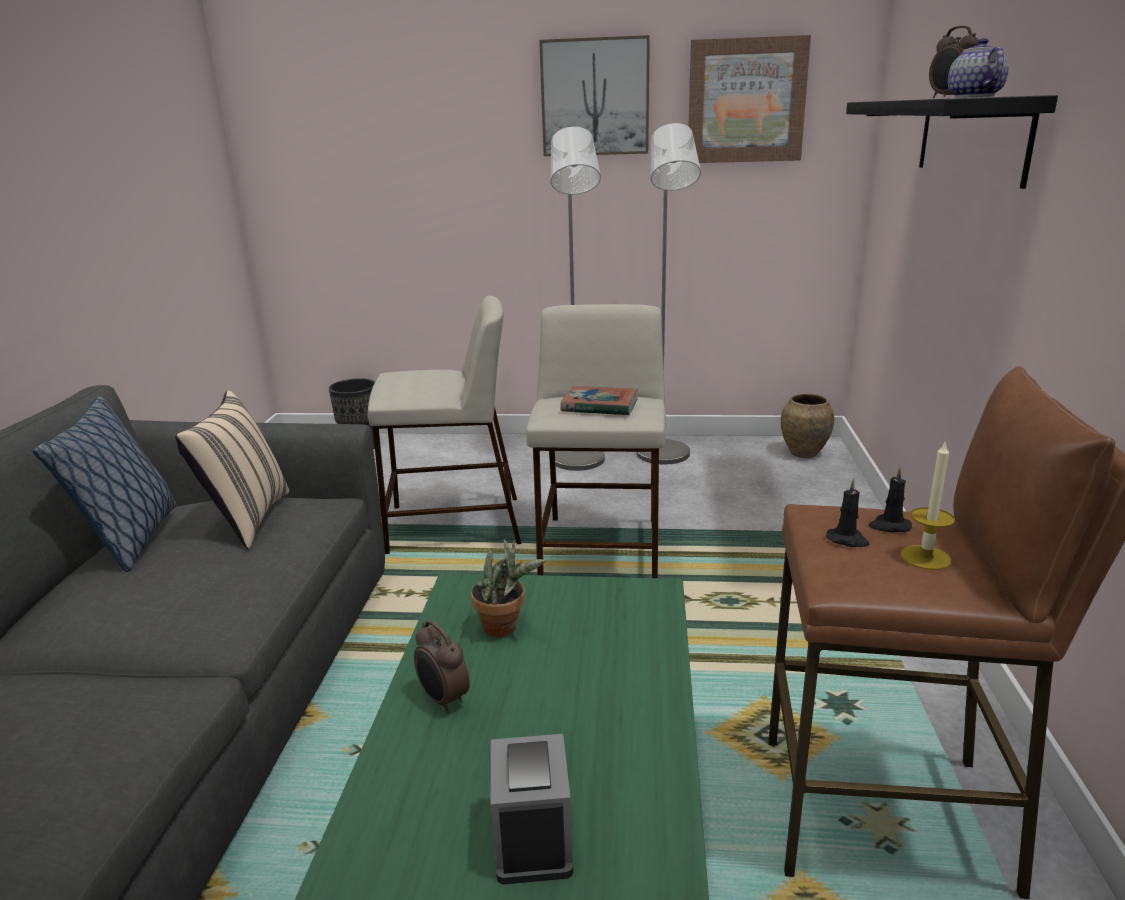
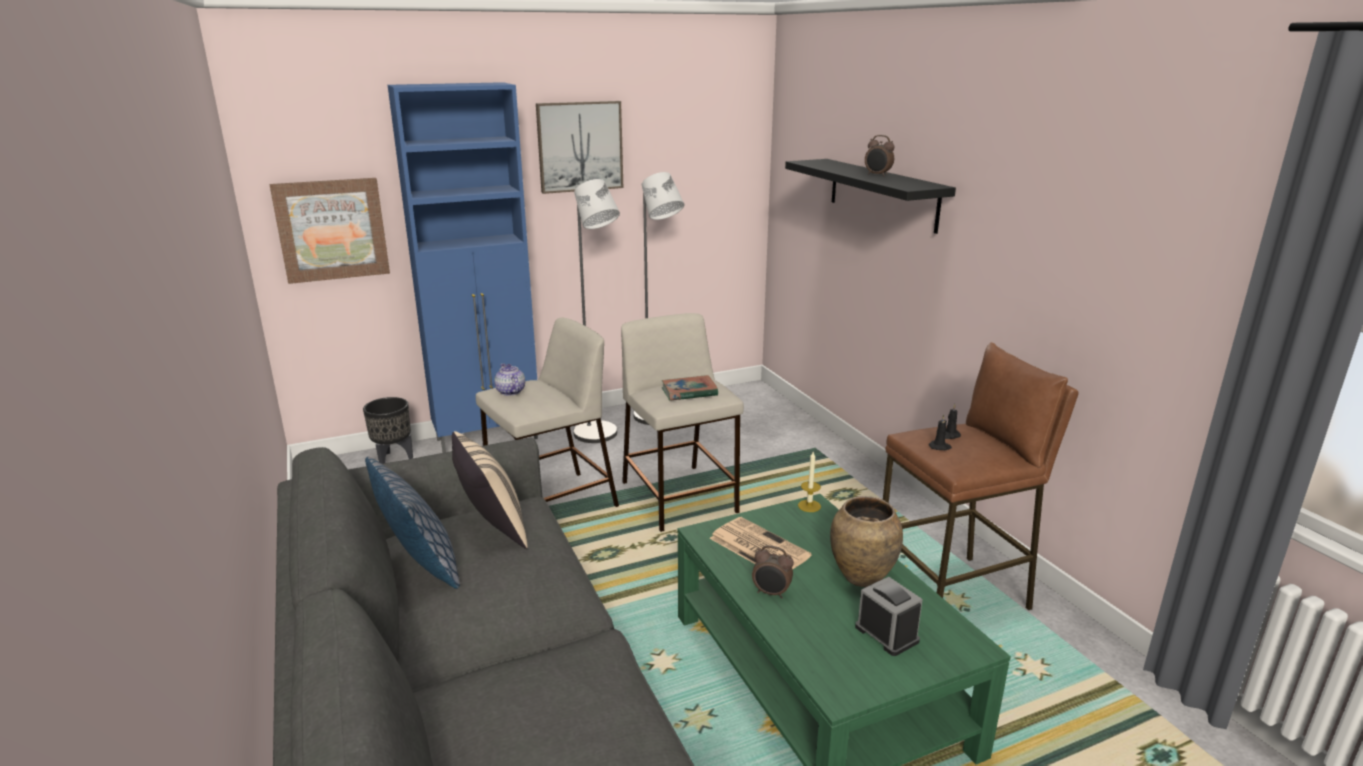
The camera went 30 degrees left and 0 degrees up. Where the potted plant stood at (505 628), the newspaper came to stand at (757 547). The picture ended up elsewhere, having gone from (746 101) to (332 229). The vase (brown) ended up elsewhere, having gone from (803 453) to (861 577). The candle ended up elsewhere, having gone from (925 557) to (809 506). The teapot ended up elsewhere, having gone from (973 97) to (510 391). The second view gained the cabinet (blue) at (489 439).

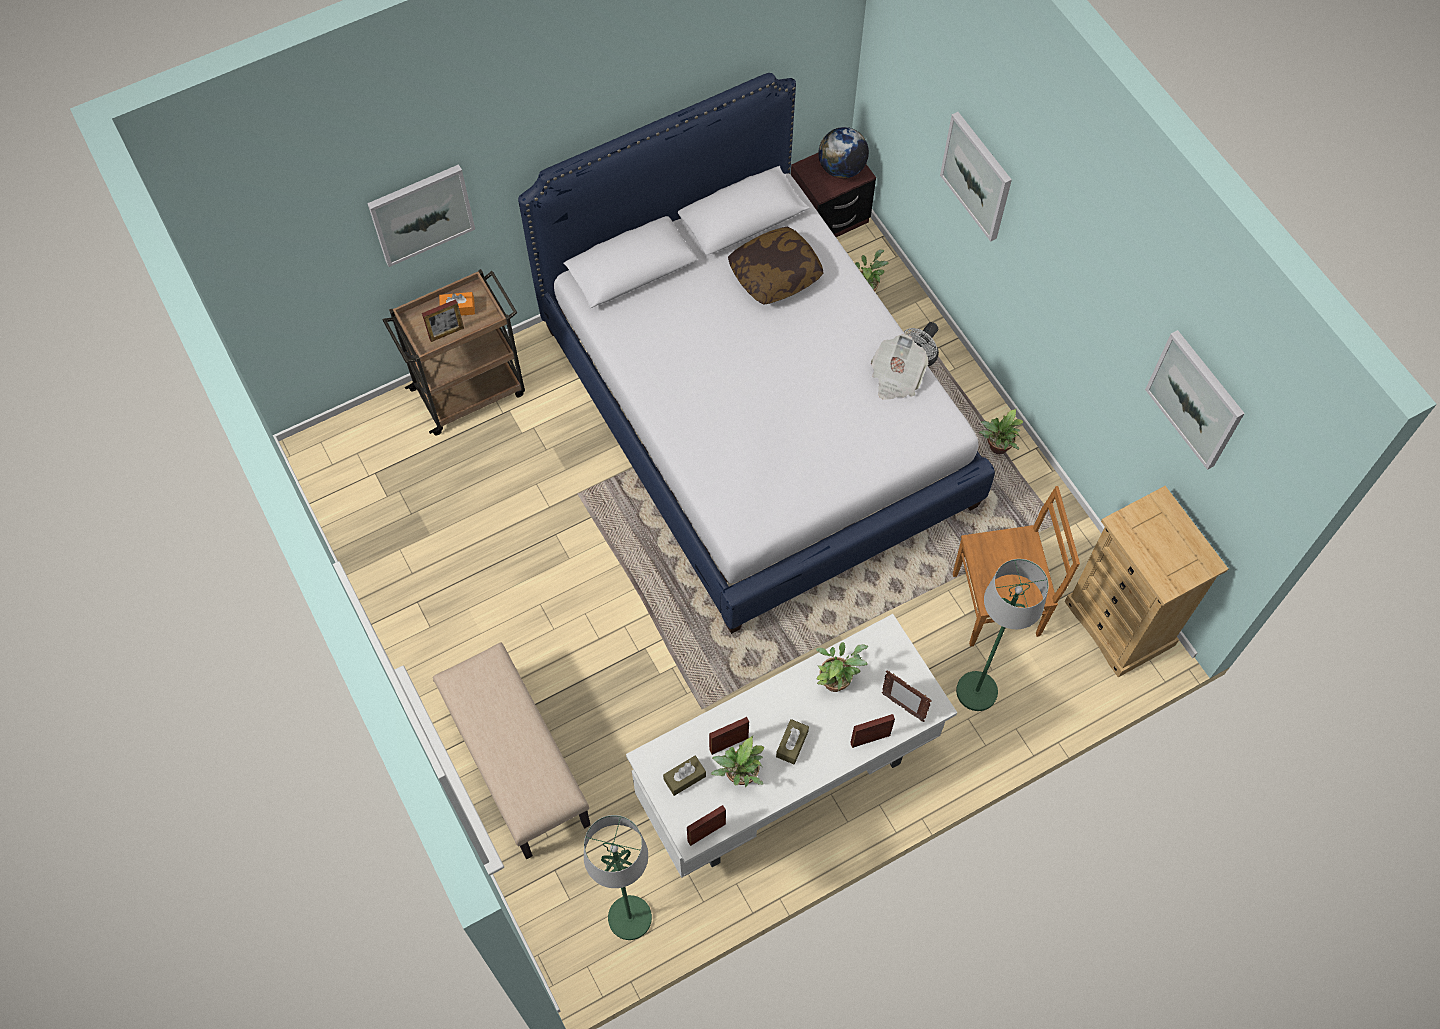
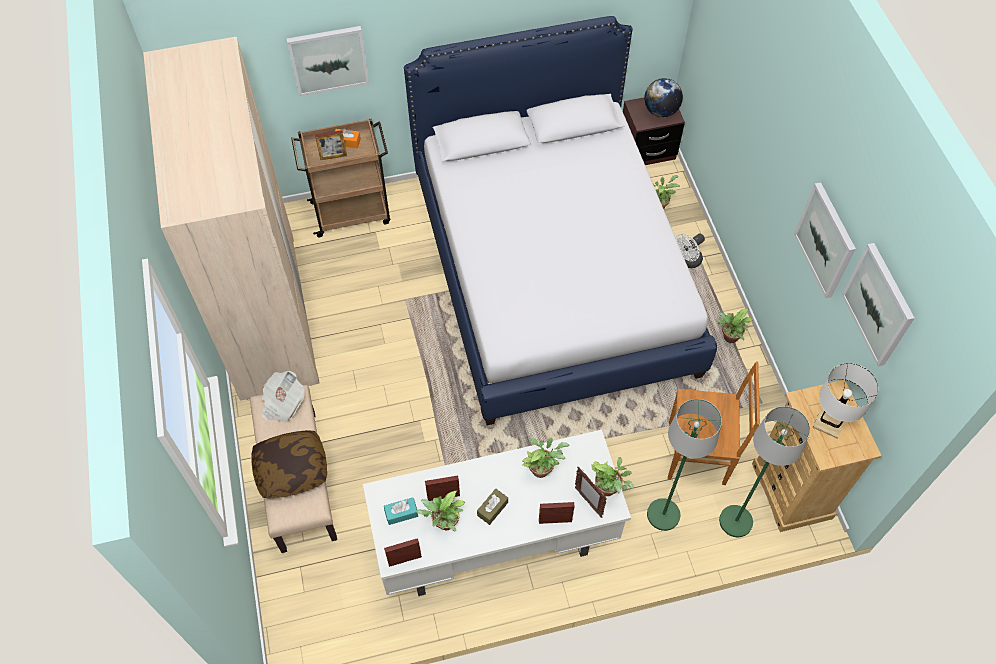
The camera went 15 degrees right and 5 degrees down. The floor lamp (green) ended up elsewhere, having gone from (630 917) to (736 521). What was the tissue box (brown) at (684 778) turned into the tissue box (turquoise) at (401 513). The pillow ended up elsewhere, having gone from (775 274) to (291 469). The newspaper ended up elsewhere, having gone from (896 377) to (282 403). The picture ended up elsewhere, having gone from (977 176) to (826 240). The second view gained the wardrobe (beige) at (267 313). The second view gained the potted plant at (609 489). The second view gained the table lamp (white) at (828 425).

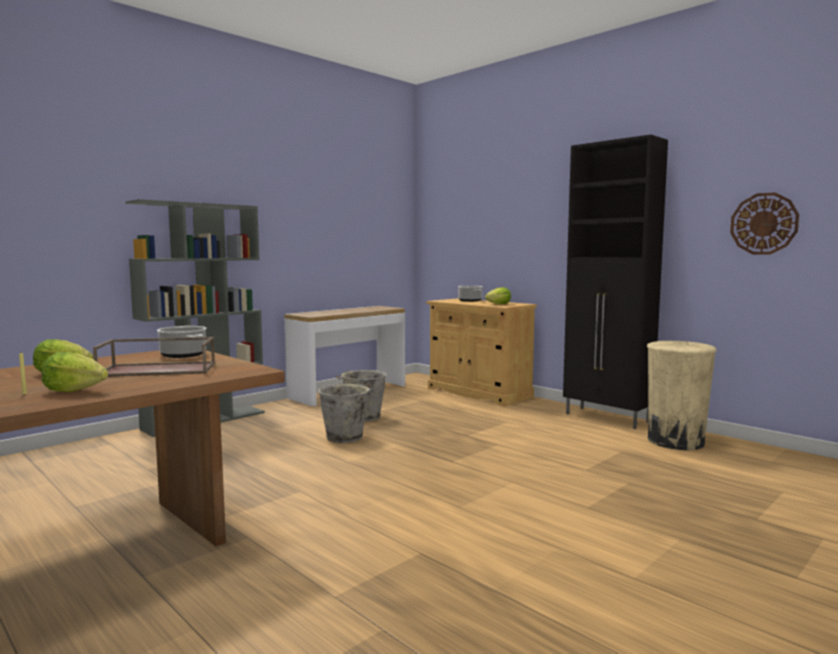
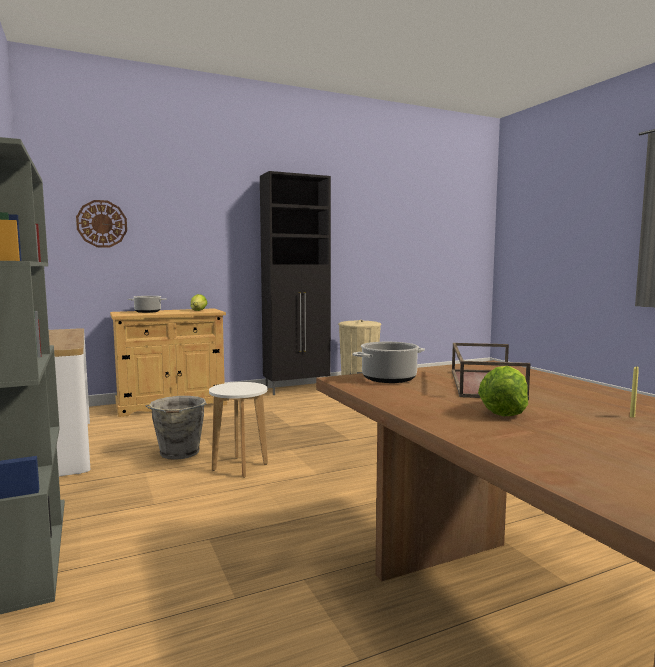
The camera went 70 degrees left and 0 degrees up. The second view lost the lettuce at (74 391). Where the bucket (grey) stood at (346 437), the stool (white) came to stand at (240 467). The wall clock ended up elsewhere, having gone from (763 223) to (102 224).

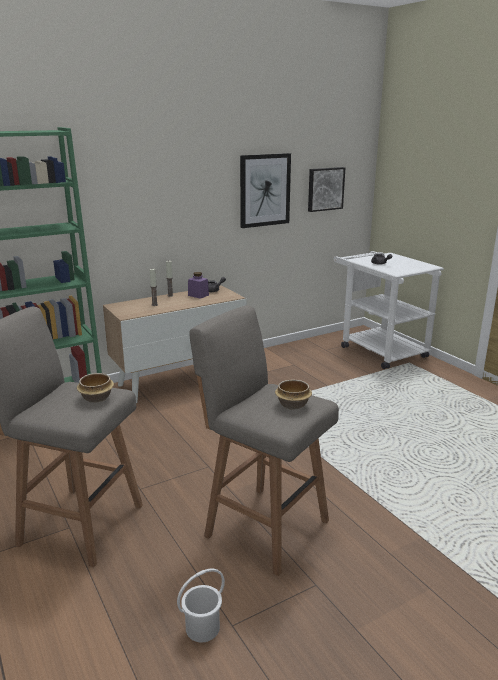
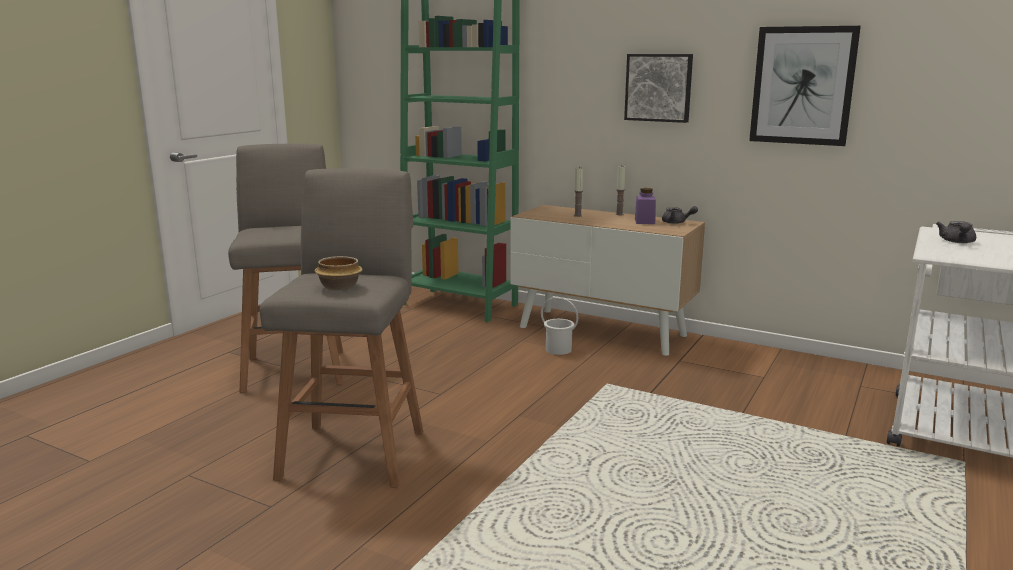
The camera went 60 degrees right and 5 degrees down. The second view lost the bowl at (97 398). The bucket (white) ended up elsewhere, having gone from (203 628) to (558 350). The picture ended up elsewhere, having gone from (325 189) to (659 87).

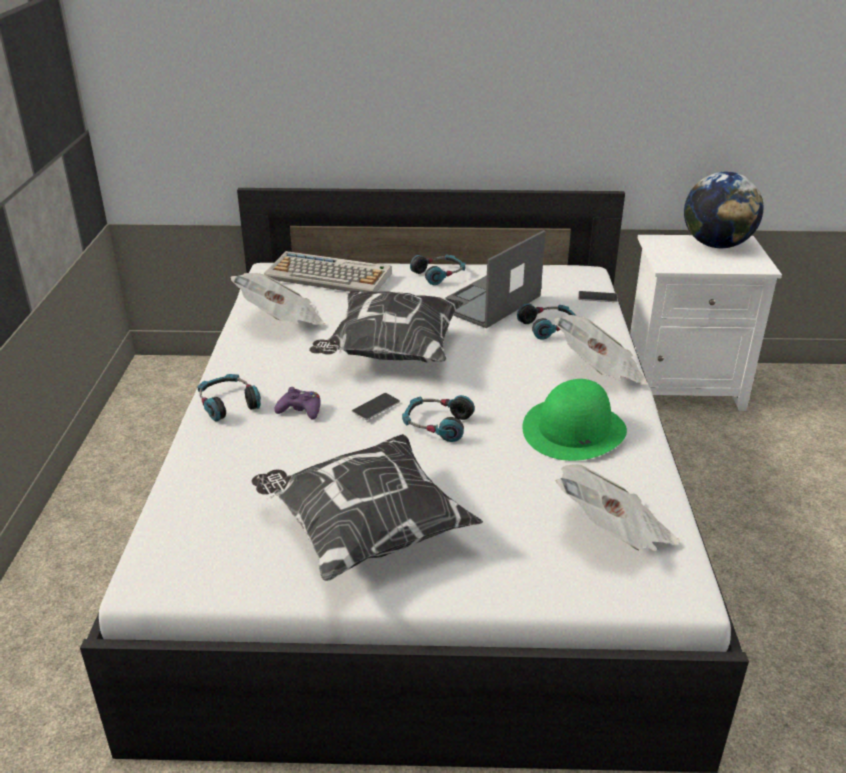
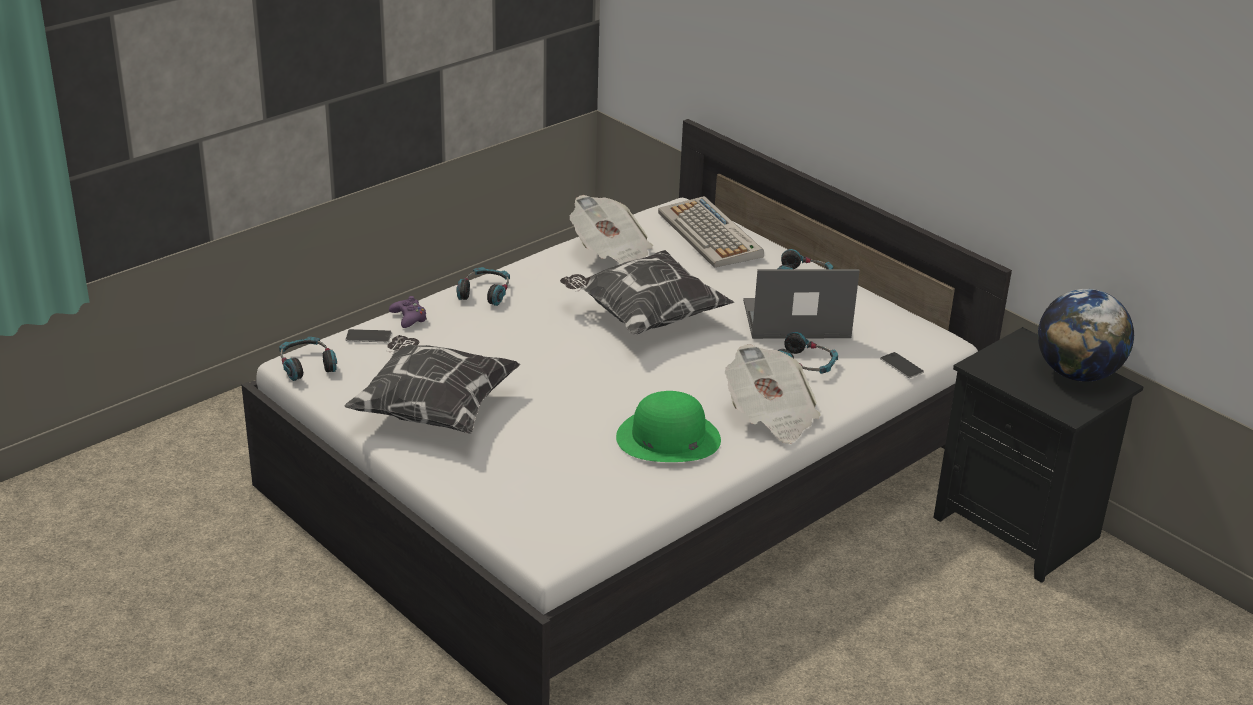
The camera went 45 degrees right and 0 degrees up. The game controller (purple) ended up elsewhere, having gone from (300 410) to (409 318). The phone ended up elsewhere, having gone from (376 406) to (368 336). The headphones ended up elsewhere, having gone from (437 424) to (307 365). The second view lost the newspaper at (614 534). What was the nightstand (white) at (683 386) turned into the nightstand (black) at (1021 529).

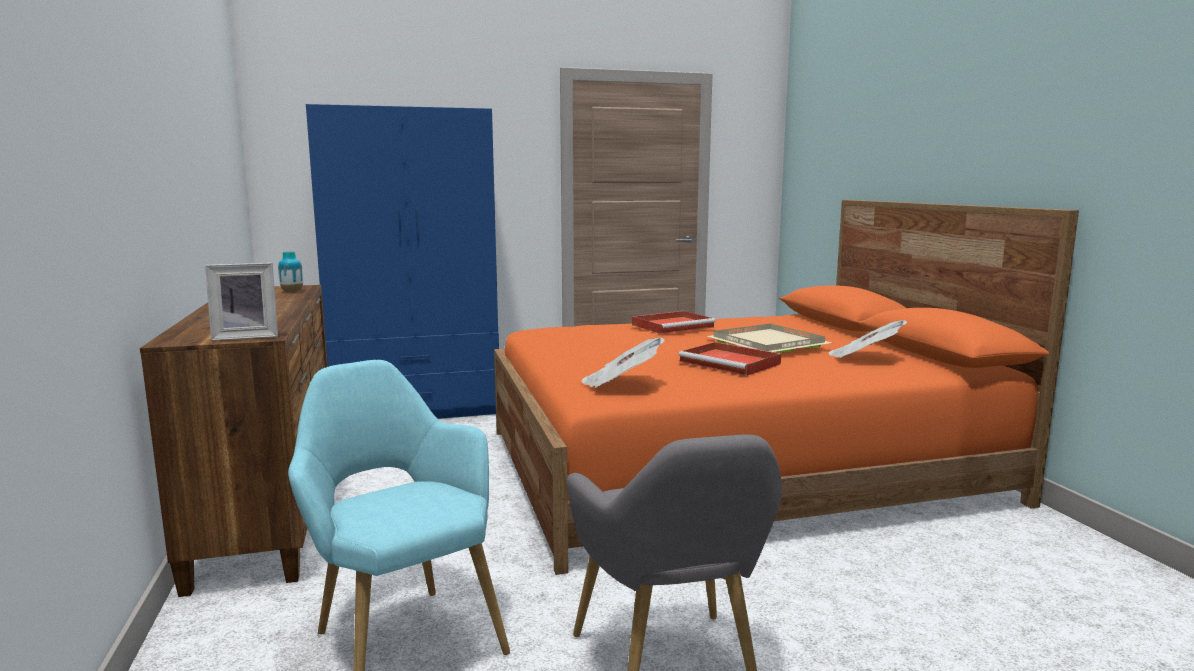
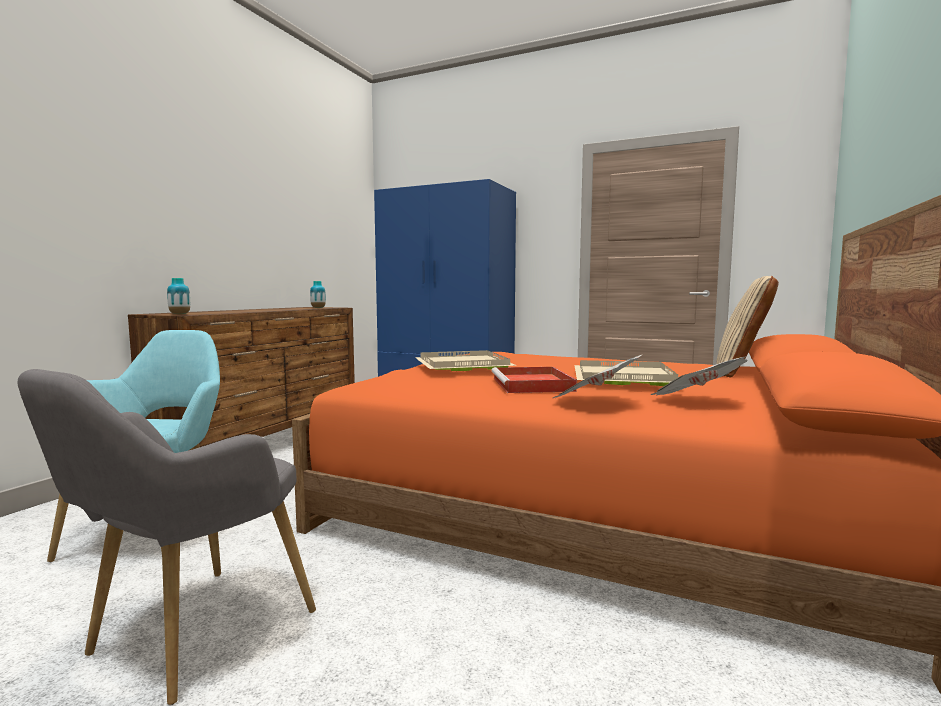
The camera went 40 degrees right and 5 degrees down. Where the picture frame stood at (246 336), the vase came to stand at (179 314). The newspaper ended up elsewhere, having gone from (621 384) to (593 402). The second view lost the tray (red) at (673 326). The second view gained the tray (beige) at (461 365). The second view gained the pillow (beige) at (741 372).

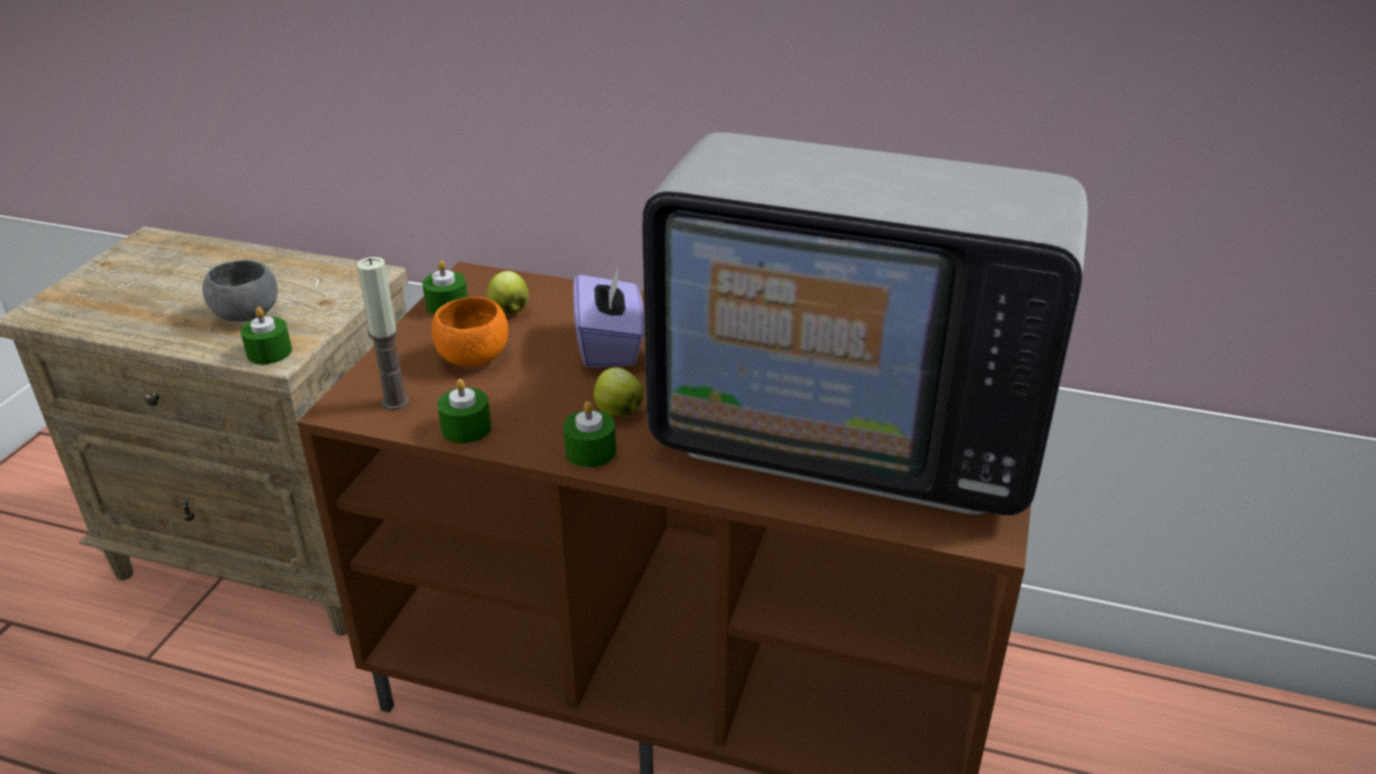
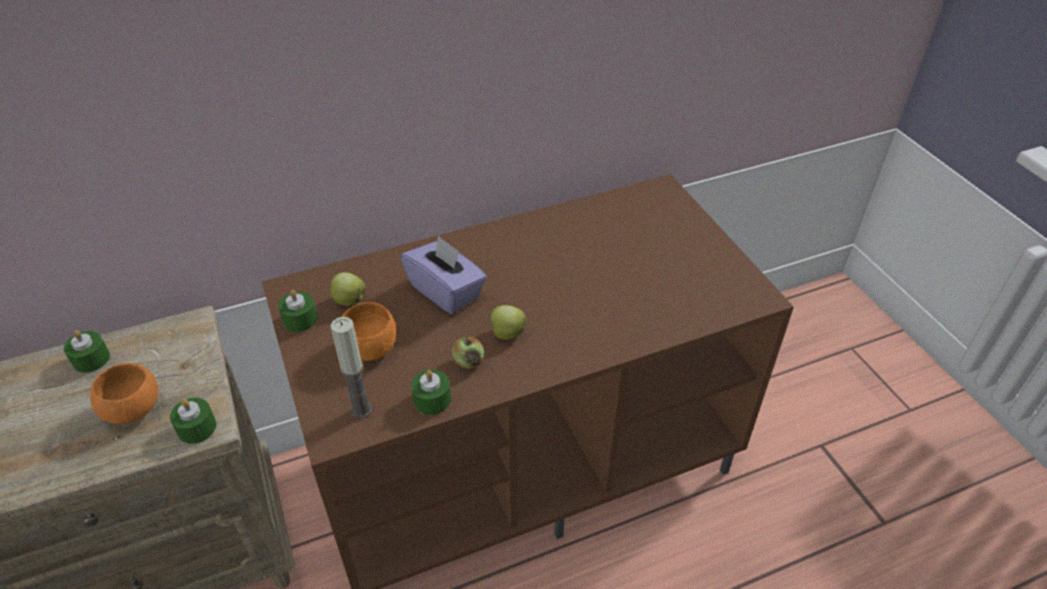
The camera went 40 degrees left and 10 degrees up. What was the bowl (grey) at (247 314) turned into the bowl (orange) at (134 409). The candle (green) ended up elsewhere, having gone from (590 451) to (91 359). The second view lost the television at (852 427). The second view gained the apple at (468 362).

